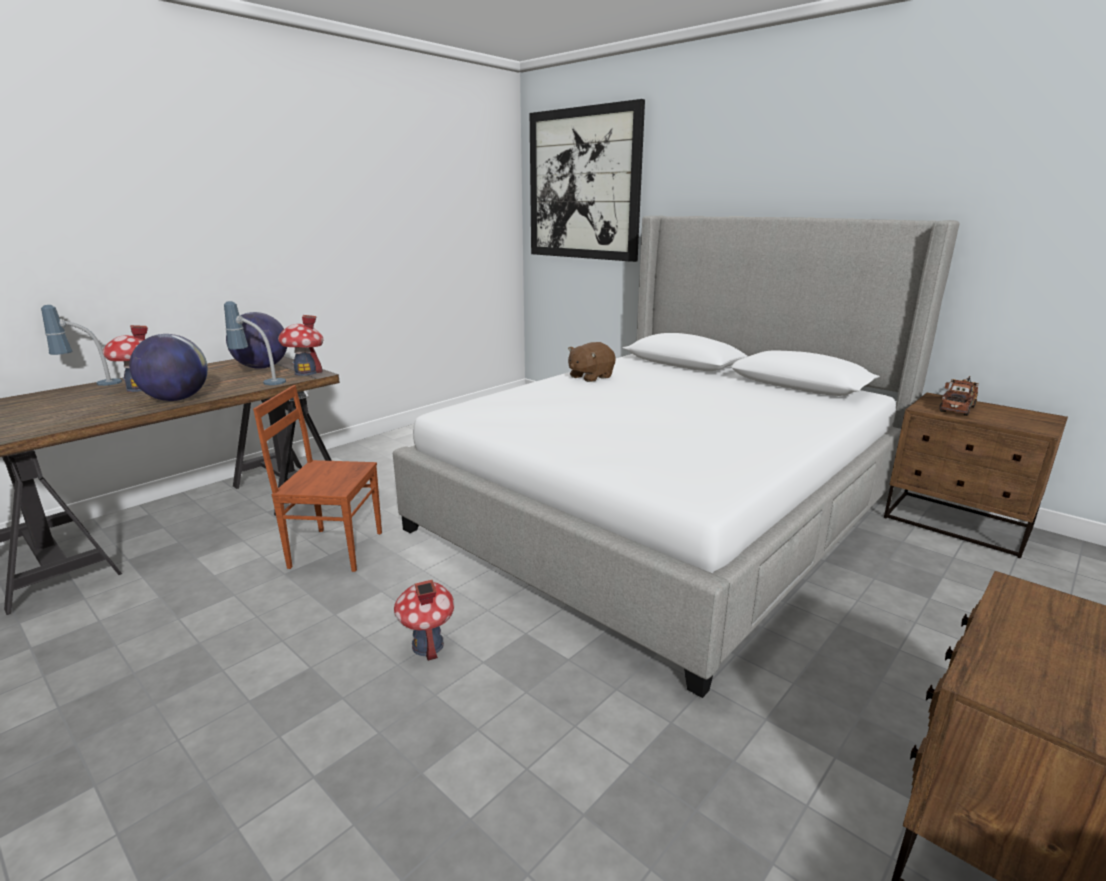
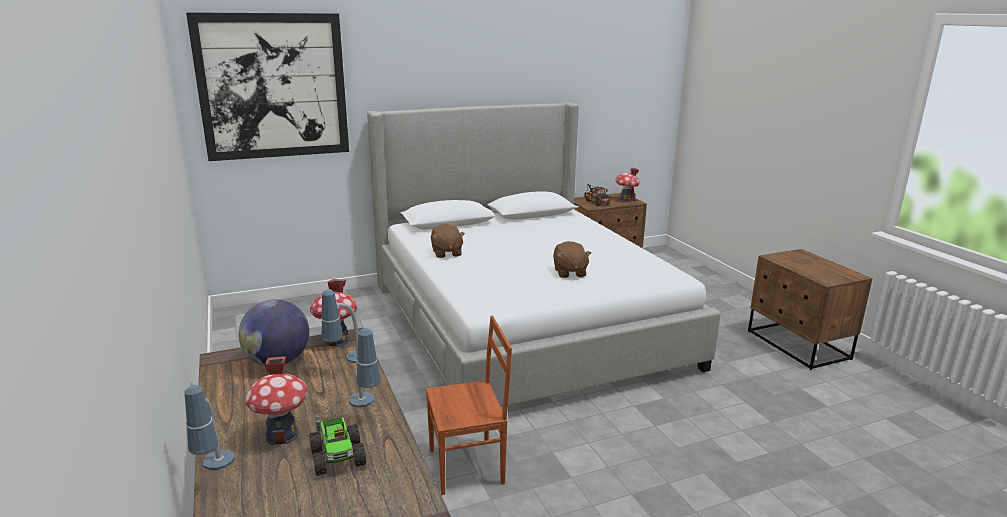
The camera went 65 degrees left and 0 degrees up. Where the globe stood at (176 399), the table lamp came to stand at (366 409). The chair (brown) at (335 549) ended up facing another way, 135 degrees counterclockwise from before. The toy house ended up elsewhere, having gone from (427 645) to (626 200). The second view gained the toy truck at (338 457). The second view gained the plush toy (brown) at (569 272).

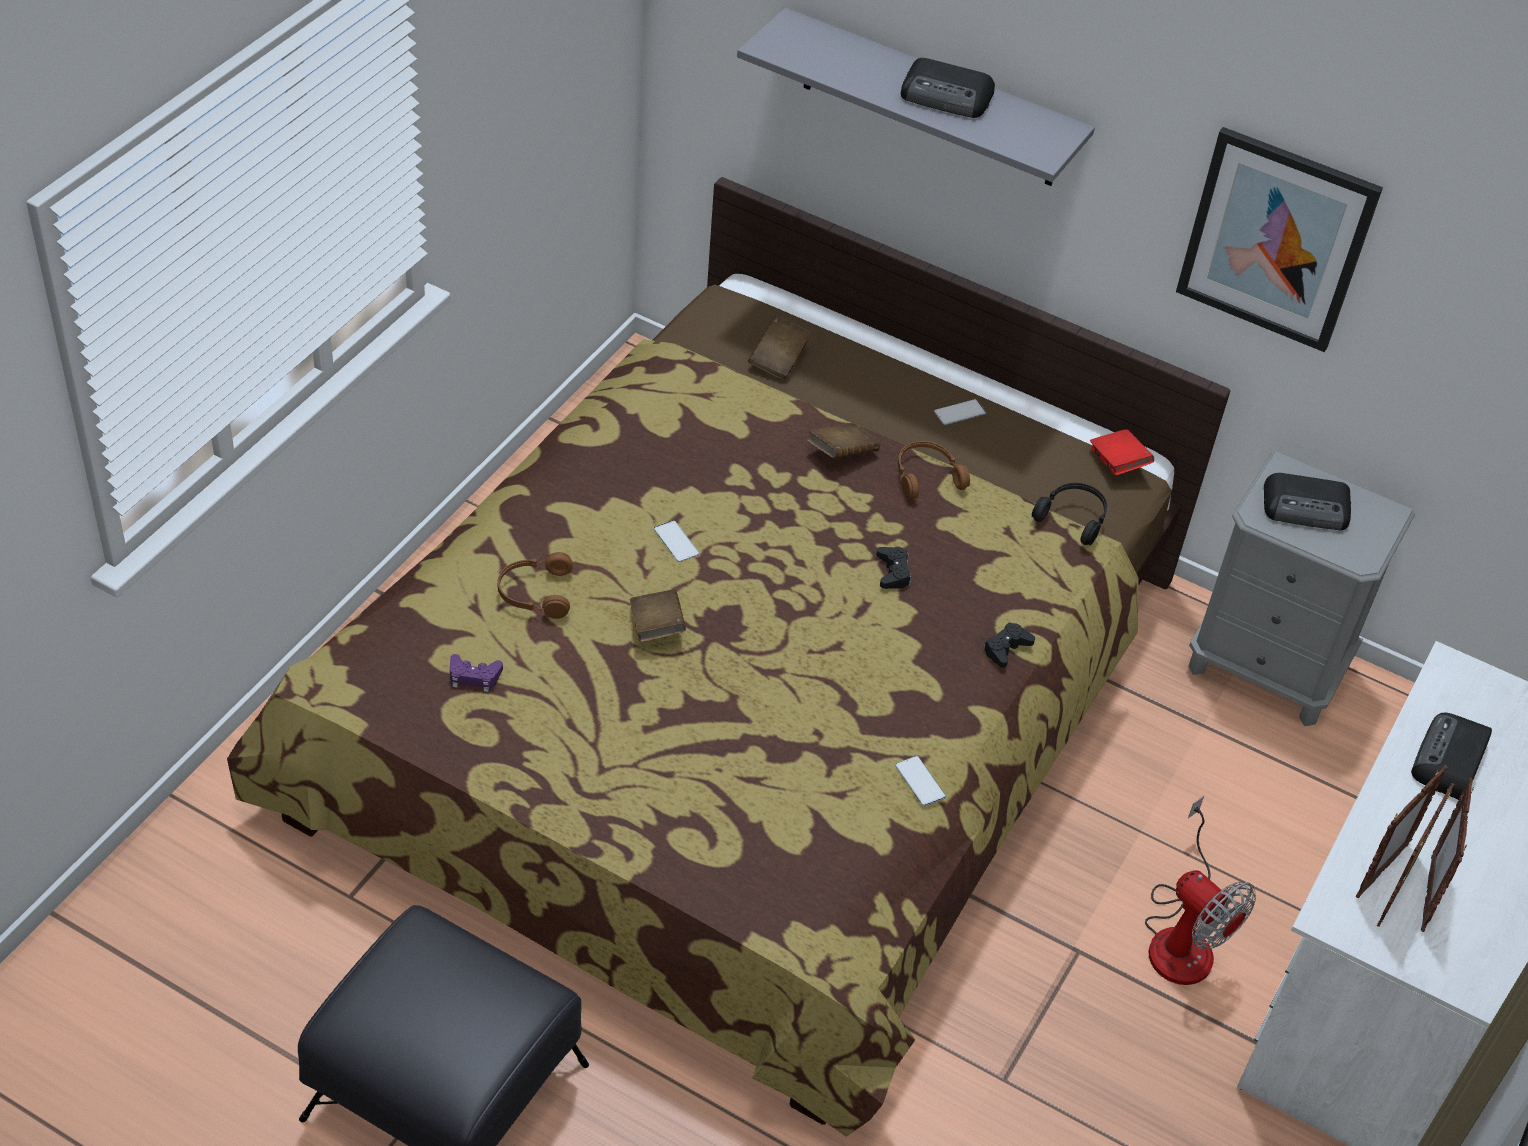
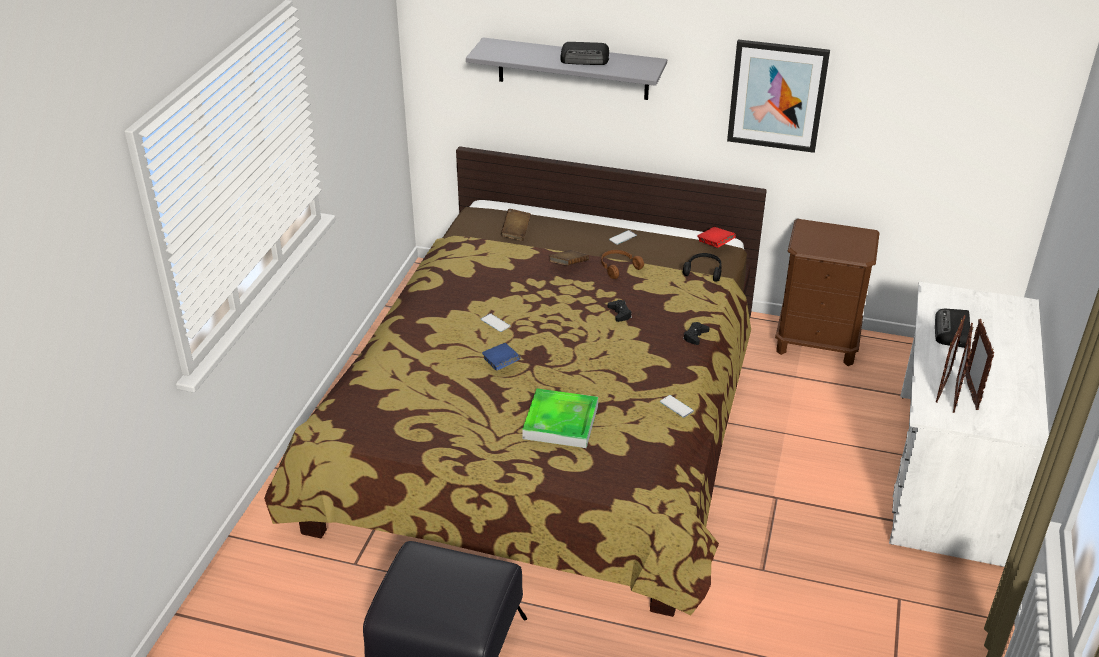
The camera went 10 degrees left and 10 degrees down. The second view lost the game controller (purple) at (474 677). The second view lost the headphones (brown) at (534 593). What was the book (brown) at (656 627) turned into the book (blue) at (501 364). The second view lost the fan at (1182 936). What was the nightstand (grey) at (1267 668) turned into the nightstand (brown) at (817 343). The second view lost the radio at (1307 508). The second view gained the tray at (560 422).

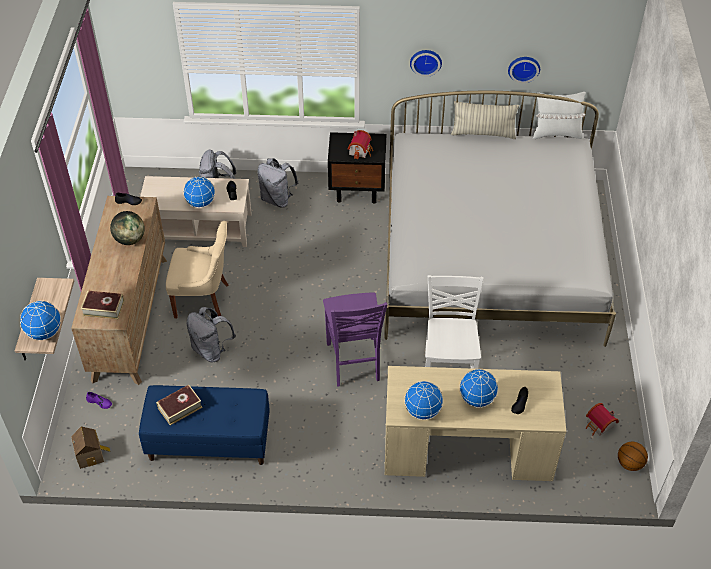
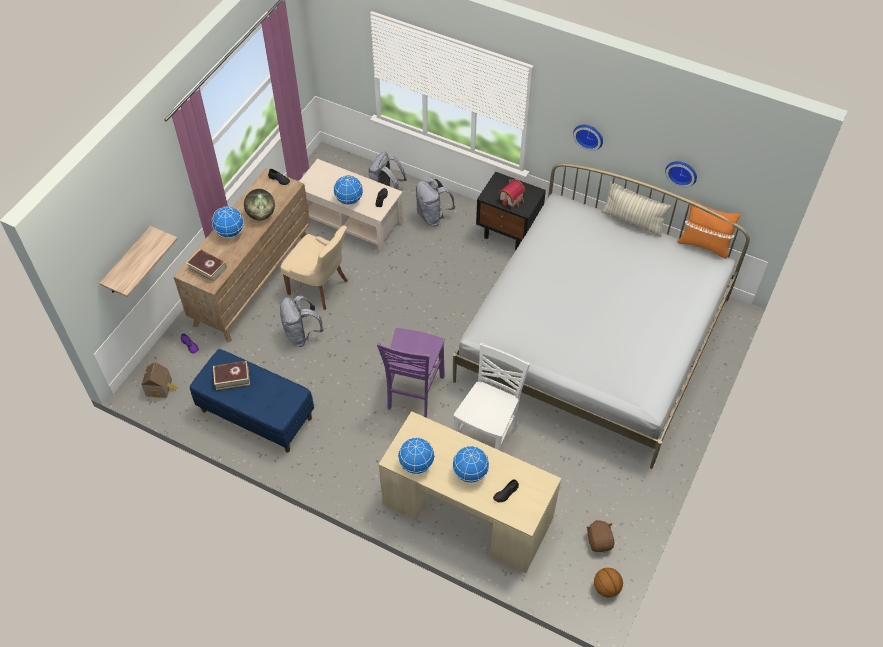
The camera went 25 degrees right and 5 degrees up. The globe ended up elsewhere, having gone from (45 333) to (230 232). What was the pillow (white) at (556 133) turned into the pillow (orange) at (704 245). Where the toy house stood at (599 426), the plush toy (brown) came to stand at (599 541).

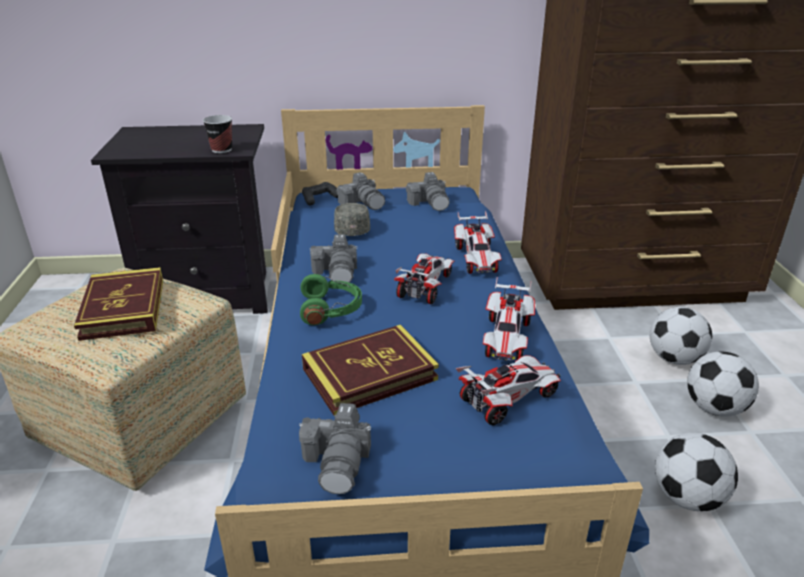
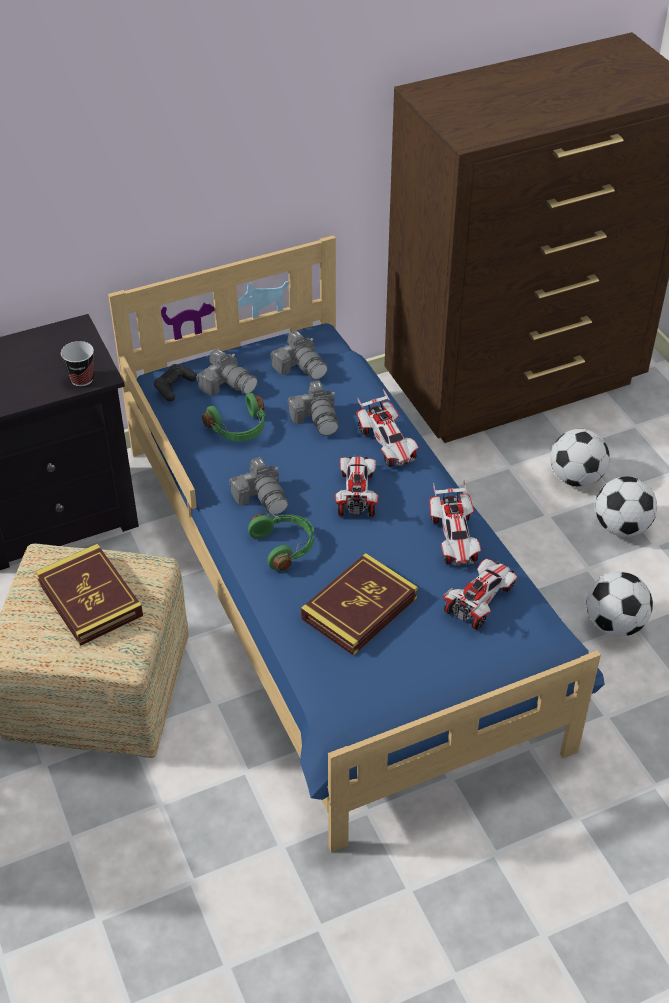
The camera went 20 degrees left and 15 degrees up. The photo camera ended up elsewhere, having gone from (338 462) to (317 419). Where the cap (grey) stood at (352 228), the headphones (green) came to stand at (239 429).

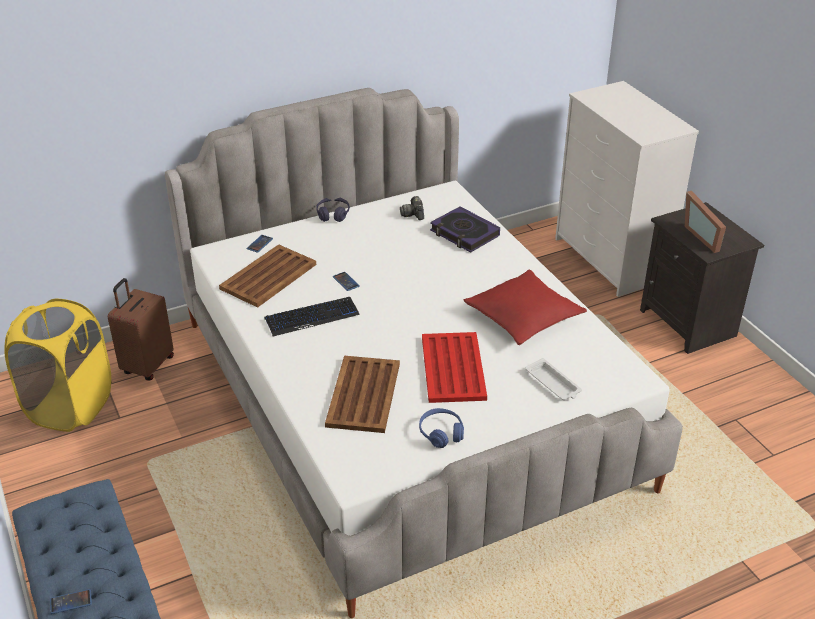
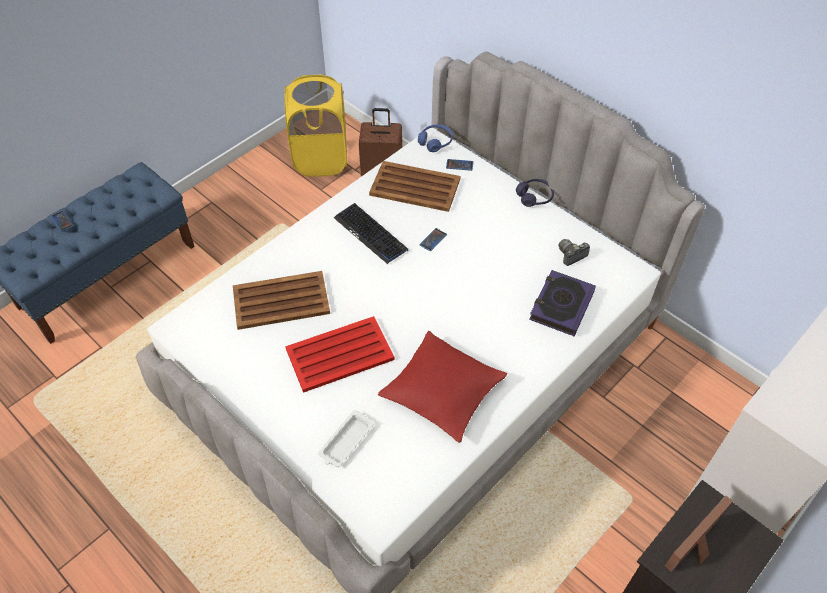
The camera went 70 degrees right and 15 degrees up. The headphones (blue) ended up elsewhere, having gone from (441 433) to (435 142).

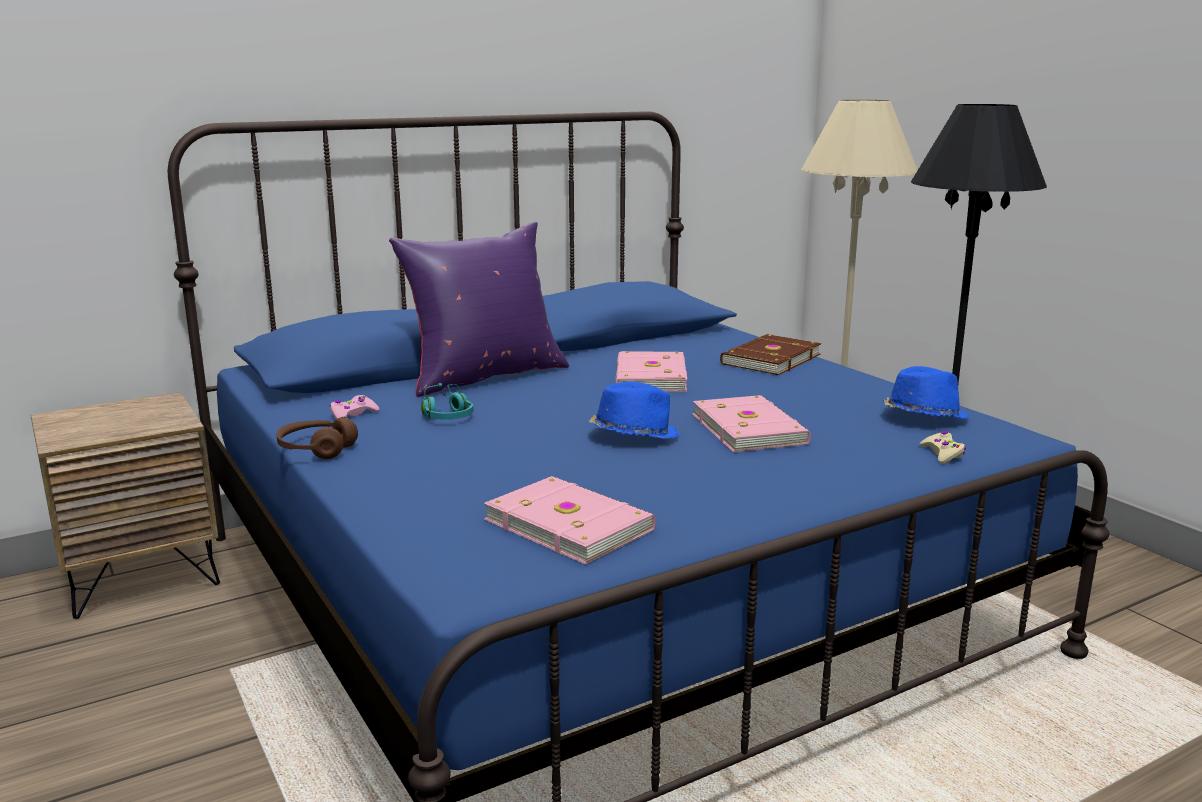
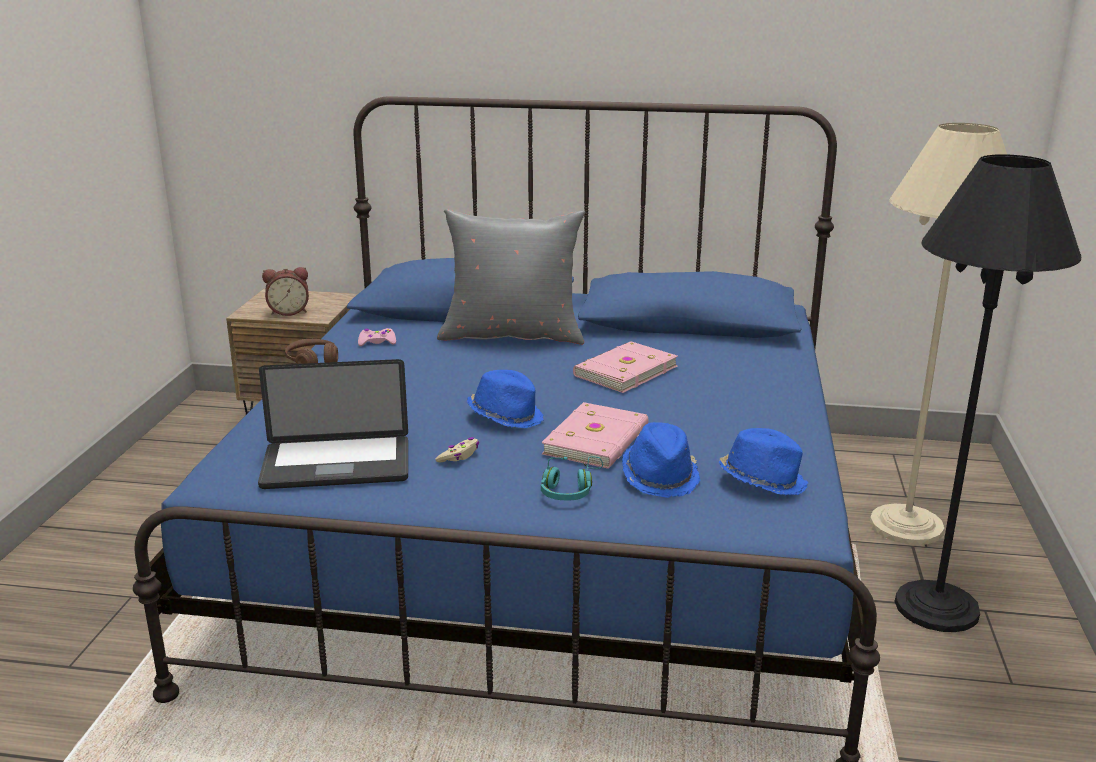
The camera went 40 degrees right and 5 degrees up. What was the pillow (purple) at (484 376) turned into the pillow (grey) at (512 335). The headphones (turquoise) ended up elsewhere, having gone from (448 414) to (570 489). Where the book (pink) stood at (570 524), the laptop came to stand at (336 465). The second view lost the book (brown) at (769 359). The game controller (beige) ended up elsewhere, having gone from (942 454) to (459 456). The second view gained the alarm clock at (289 311). The second view gained the hat (blue) at (660 477).

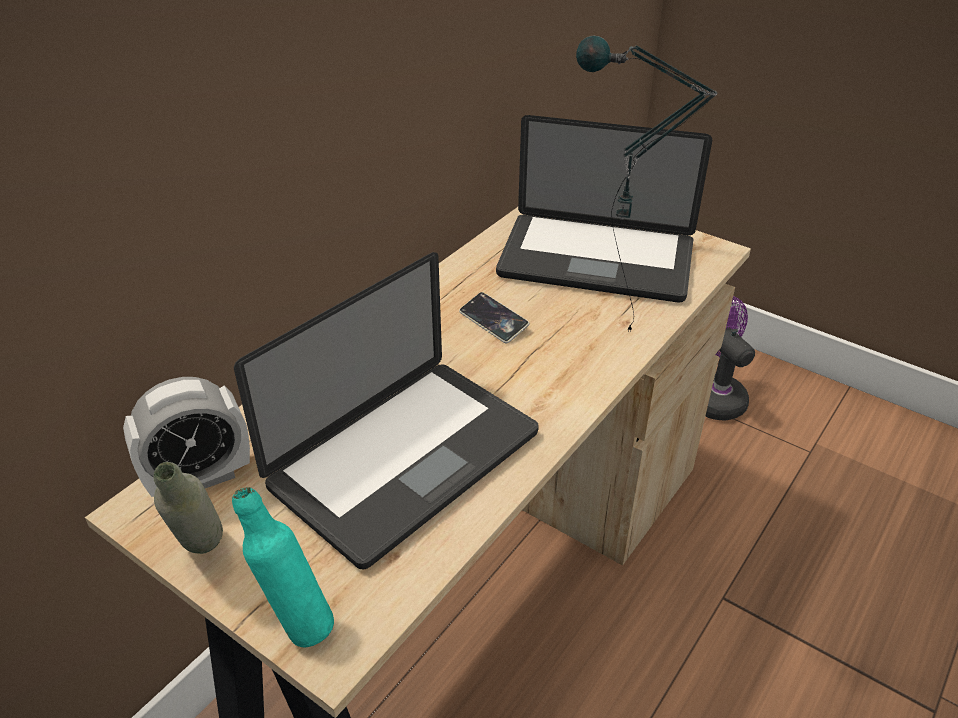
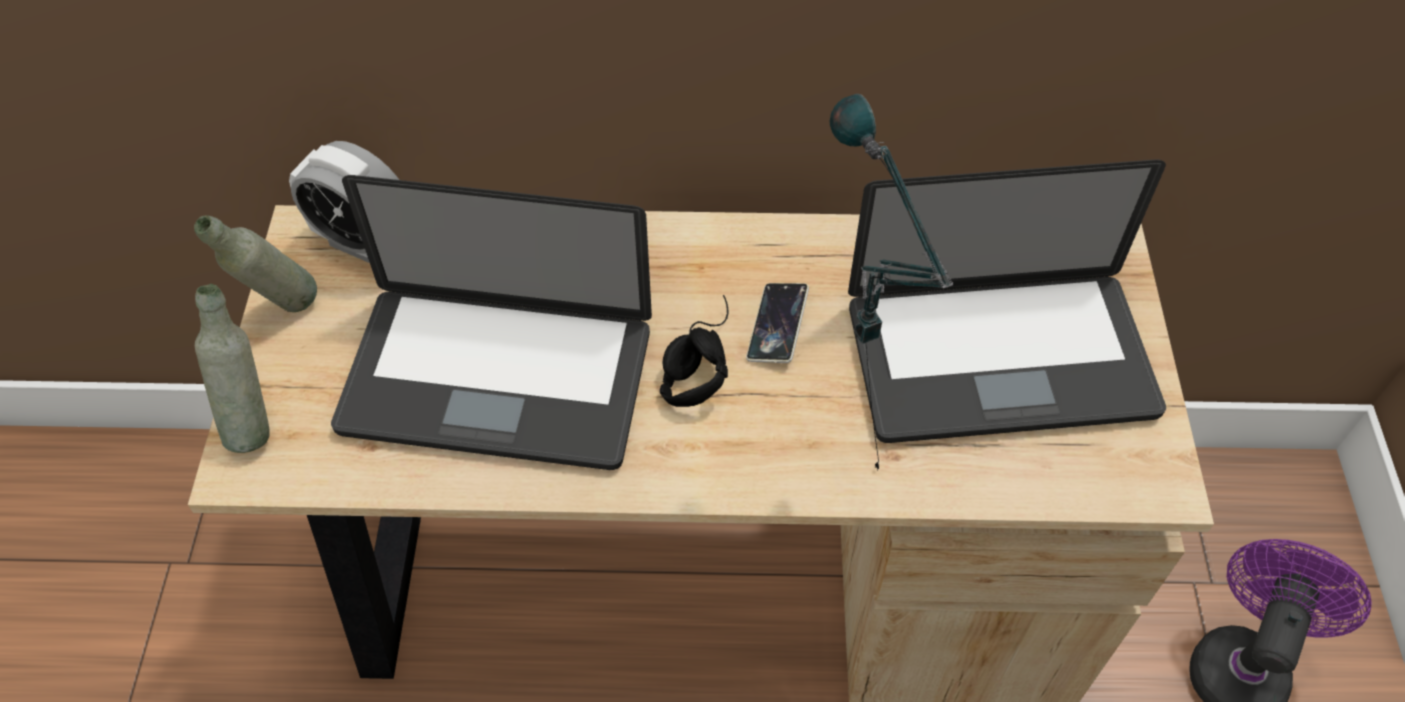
The camera went 55 degrees right and 15 degrees up. What was the bottle (turquoise) at (296 623) turned into the bottle (grey) at (254 423). The laptop at (596 260) ended up facing another way, 75 degrees counterclockwise from before. The second view gained the headphones (black) at (695 359).

